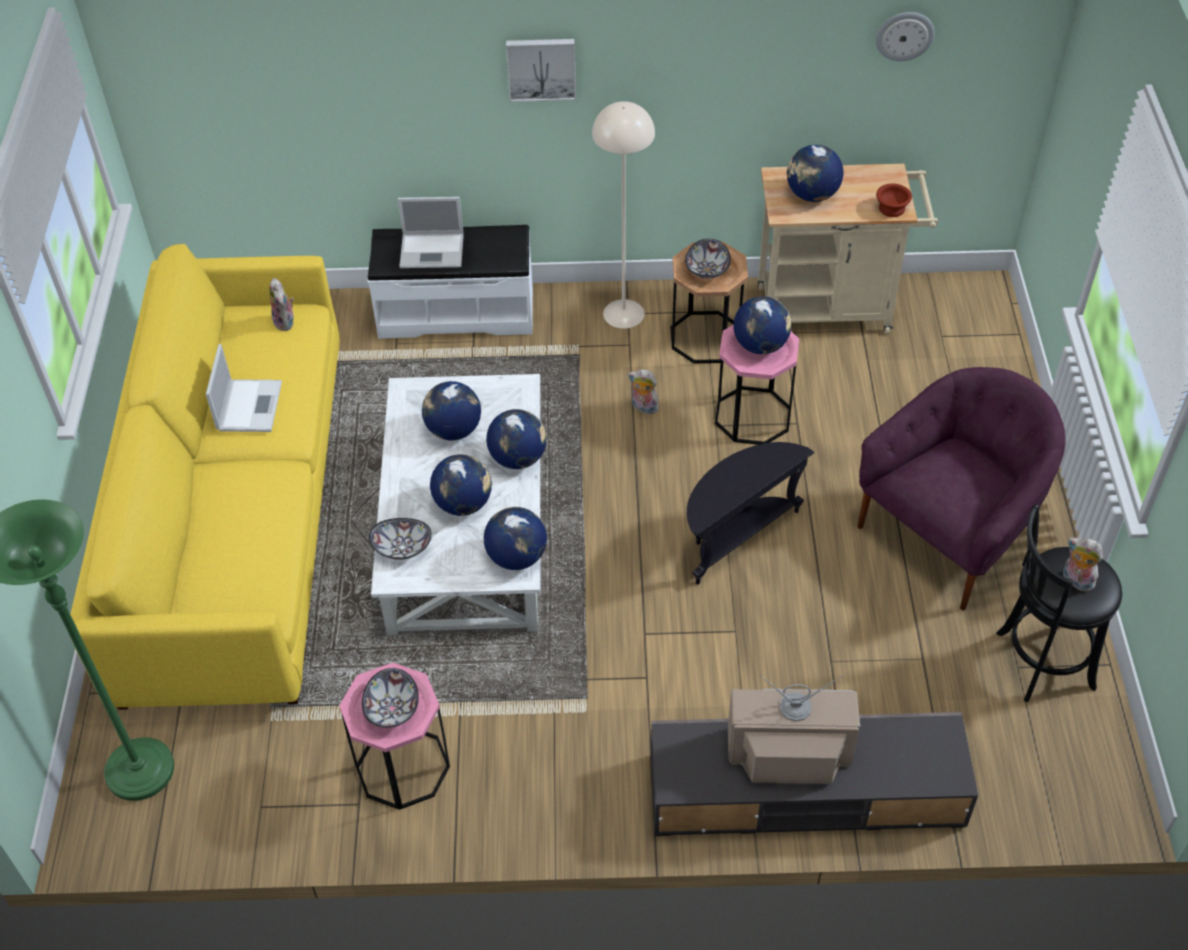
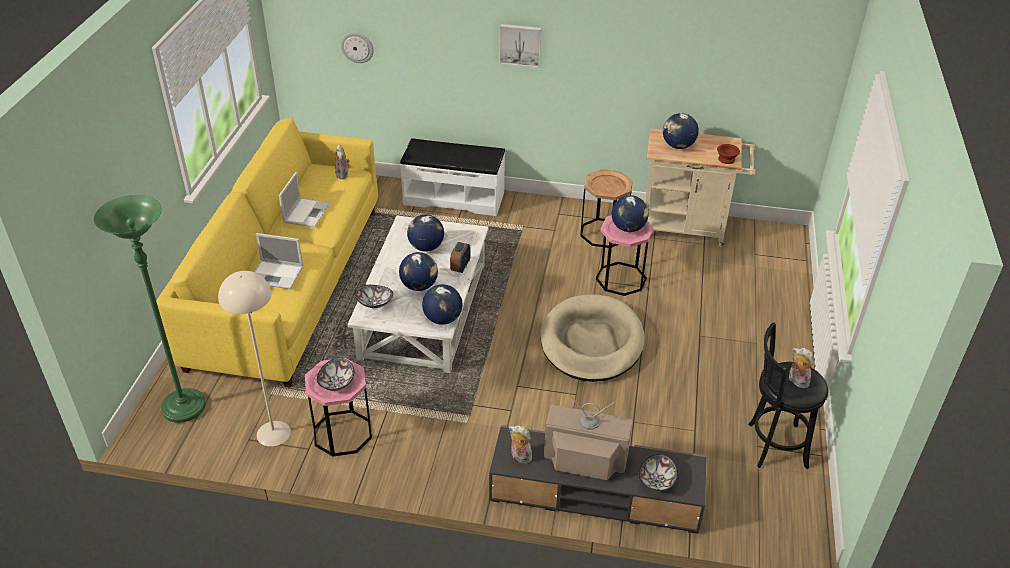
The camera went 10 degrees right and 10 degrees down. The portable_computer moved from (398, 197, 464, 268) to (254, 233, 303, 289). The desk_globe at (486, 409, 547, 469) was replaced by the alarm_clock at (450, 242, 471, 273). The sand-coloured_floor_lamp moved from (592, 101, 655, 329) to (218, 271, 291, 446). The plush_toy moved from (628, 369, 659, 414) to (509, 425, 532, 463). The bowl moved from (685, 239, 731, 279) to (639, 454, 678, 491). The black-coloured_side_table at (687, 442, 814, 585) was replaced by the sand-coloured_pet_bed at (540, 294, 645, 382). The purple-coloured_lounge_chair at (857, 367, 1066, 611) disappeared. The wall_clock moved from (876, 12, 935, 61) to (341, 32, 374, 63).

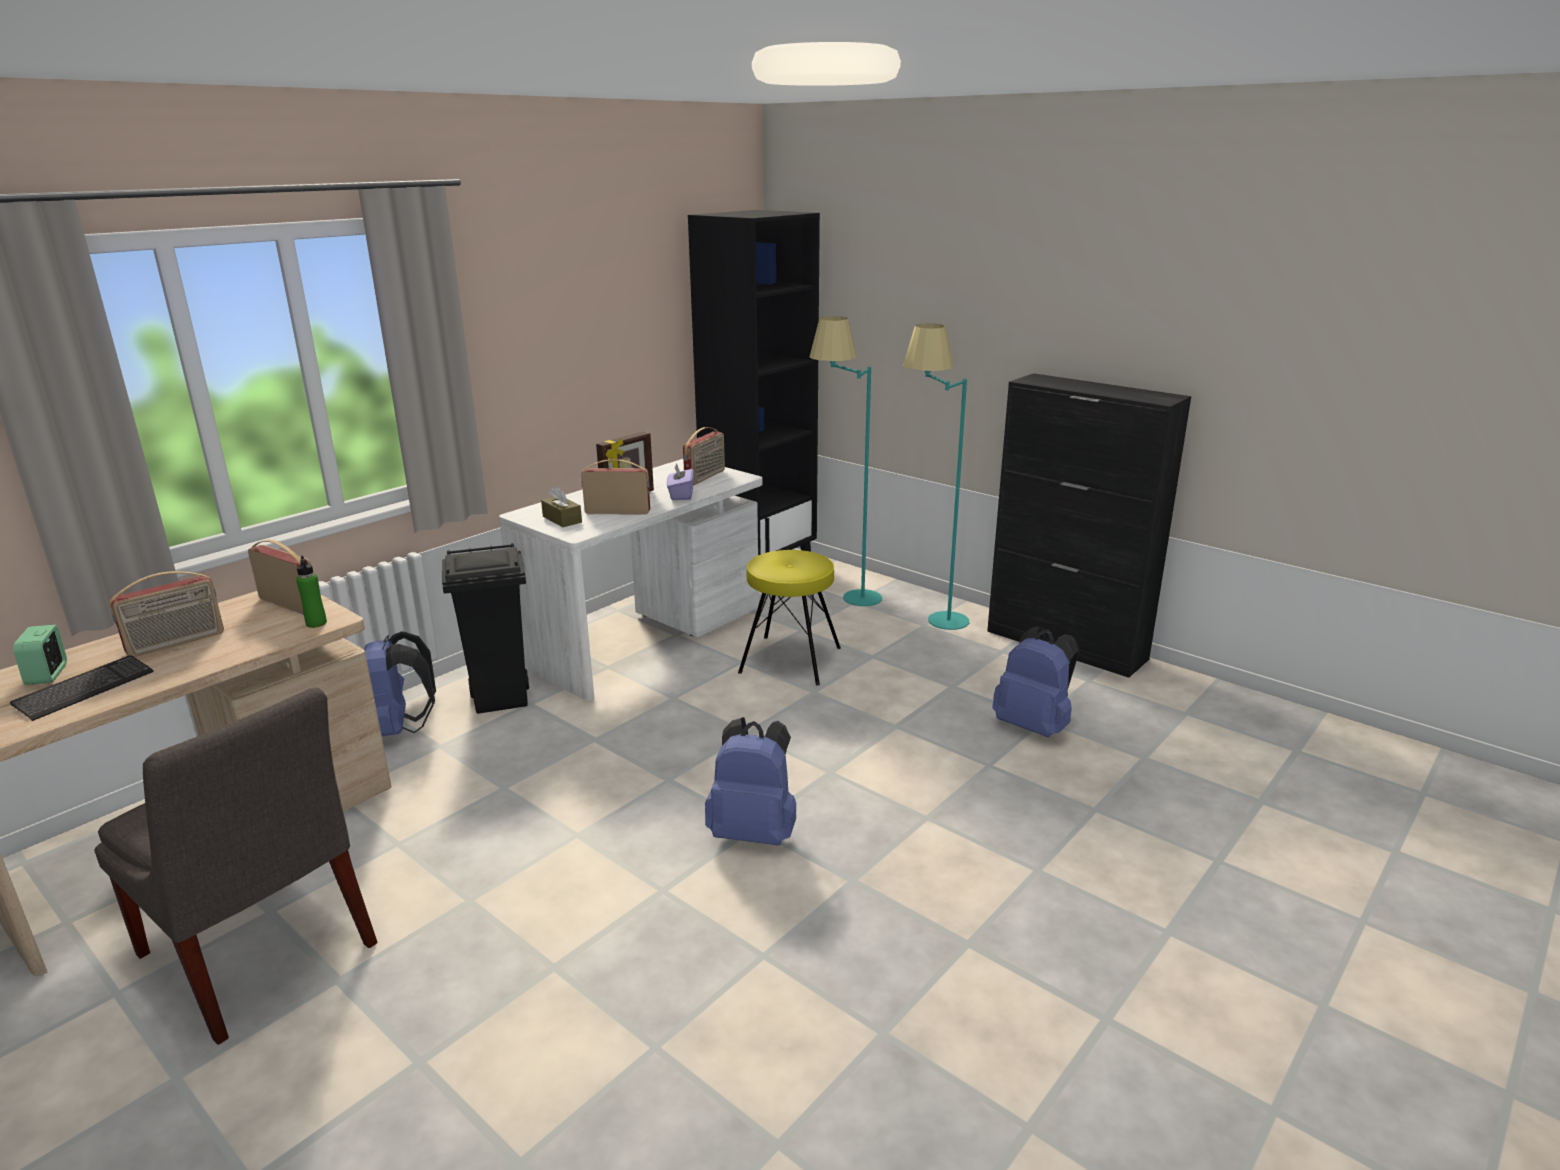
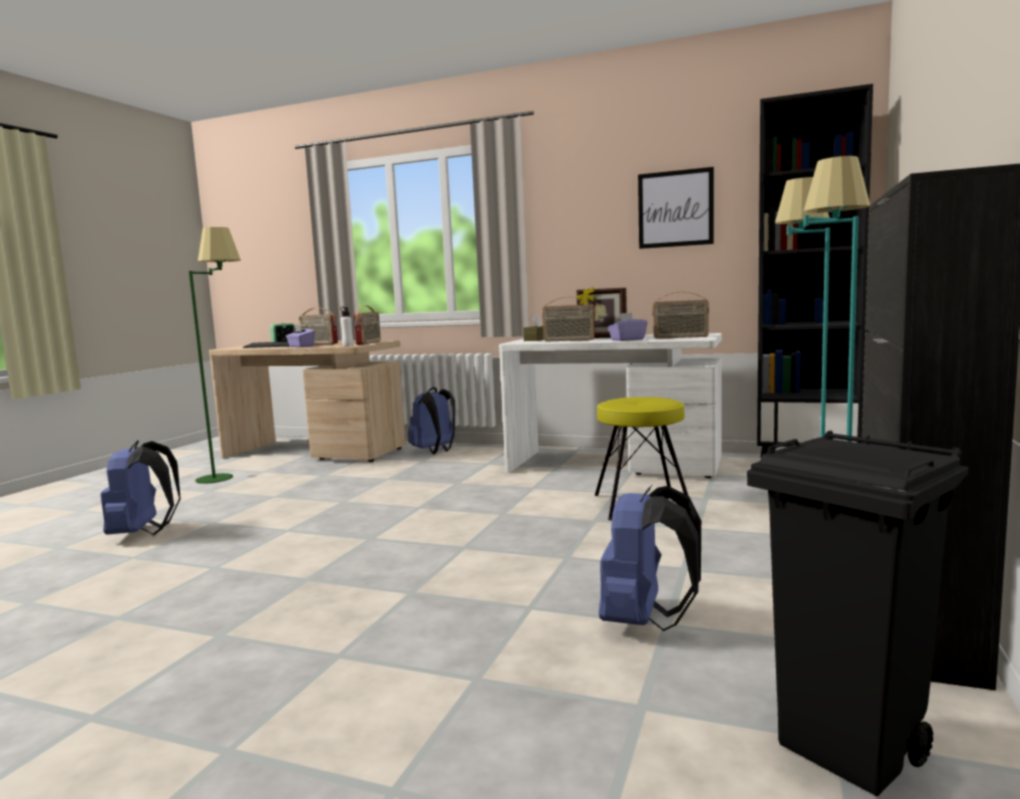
The camera went 70 degrees right and 15 degrees down. The gray_plain_chair at (94, 688, 377, 1045) was replaced by the greenish_floor_lamp at (189, 227, 241, 484). The greenish_bottle at (296, 556, 327, 628) became the white_bottle at (340, 307, 353, 346). The black-coloured_rubbish_bin moved from (442, 543, 529, 714) to (747, 431, 968, 796). The radio at (581, 459, 650, 515) turned 120 degrees clockwise. The blue-coloured_knapsack moved from (705, 717, 796, 846) to (100, 441, 181, 535). The purple-coloured_box_of_tissues at (286, 324, 315, 347) appeared. The wall_art at (638, 167, 714, 249) appeared.

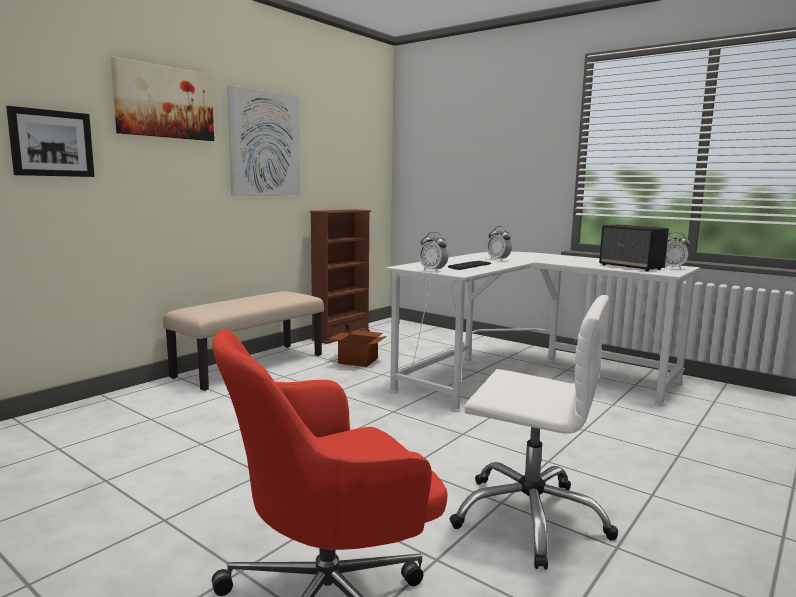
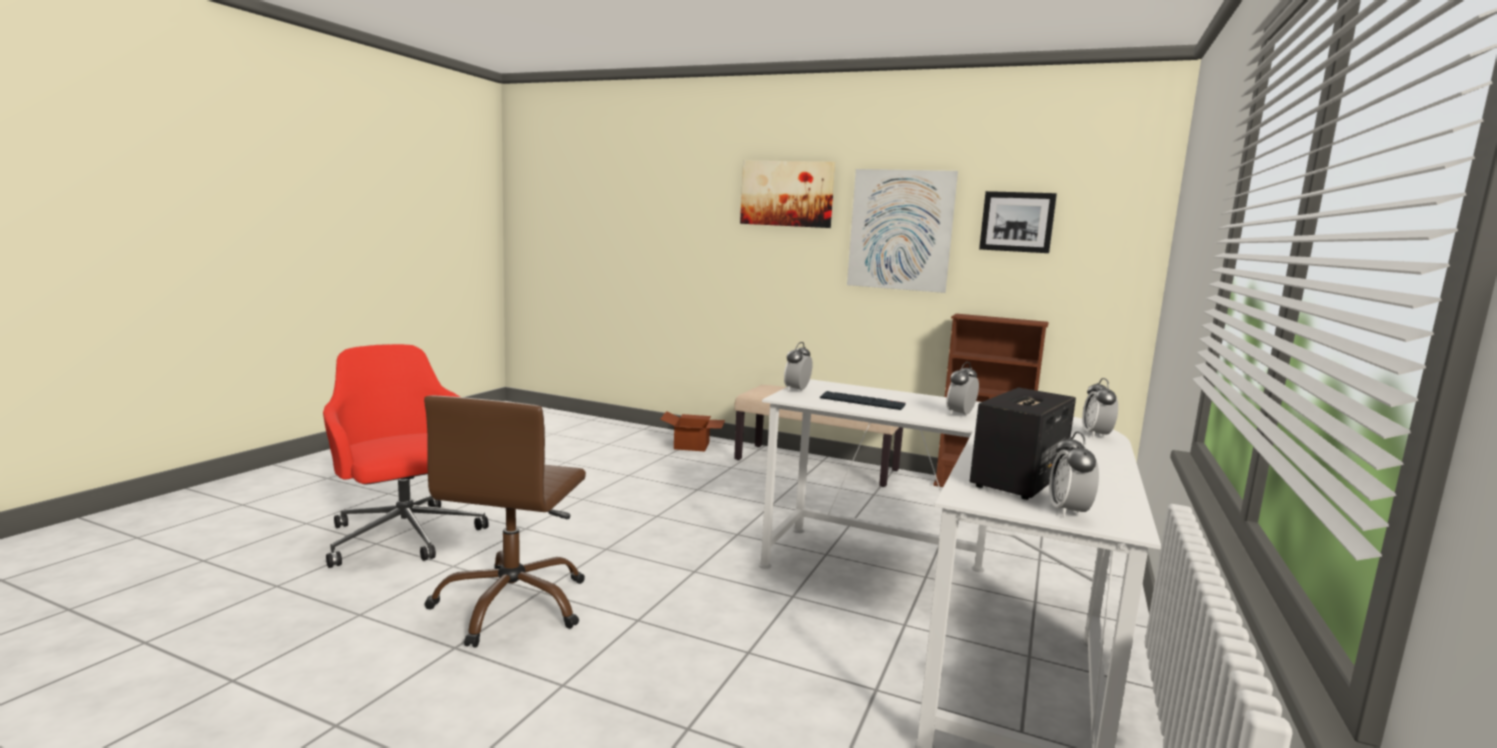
The camera went 75 degrees right and 0 degrees up. The wall_art moved from (6, 106, 95, 177) to (979, 191, 1057, 253). The carton moved from (330, 330, 387, 367) to (661, 411, 725, 452). The white_office_chair at (450, 295, 618, 570) became the brownish_office_chair at (424, 395, 586, 648). The alarm_clock at (1082, 378, 1118, 438) appeared.

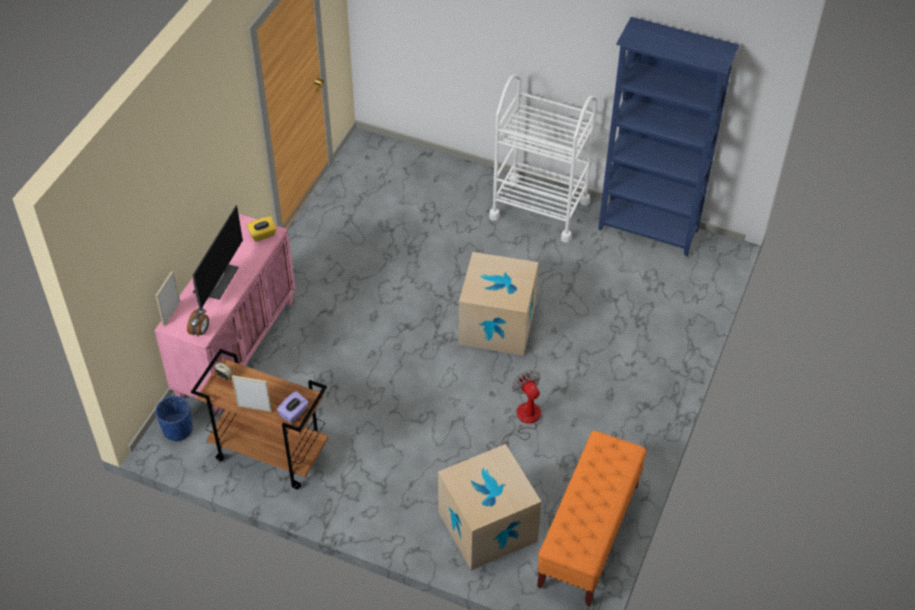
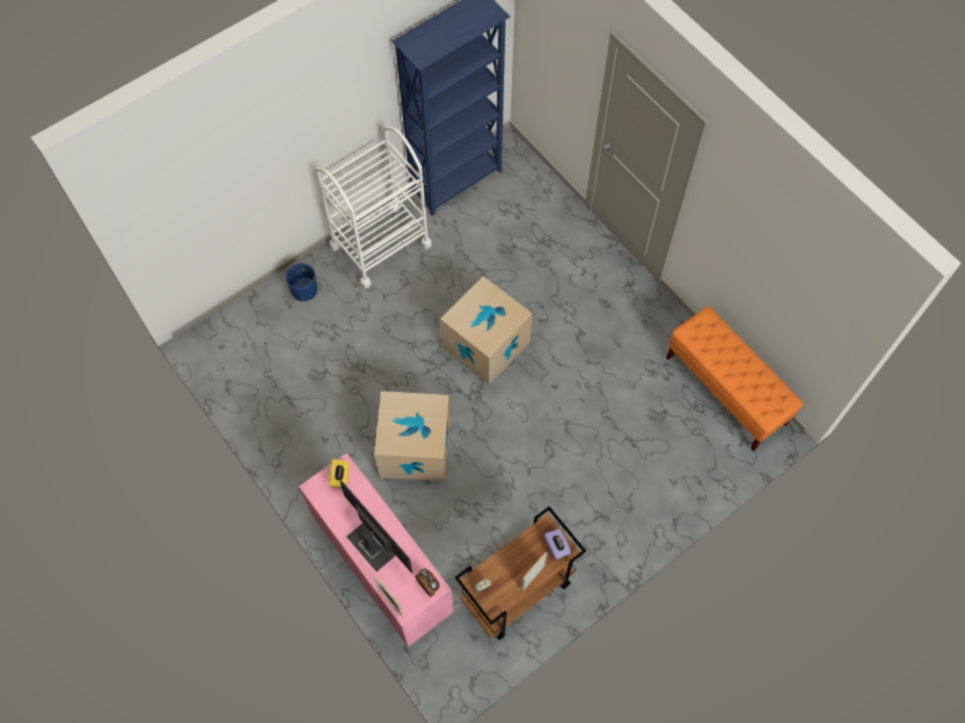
The camera went 60 degrees left and 15 degrees up. The blue-coloured_planter moved from (155, 396, 193, 442) to (286, 263, 317, 301). The carton moved from (438, 444, 541, 570) to (374, 391, 450, 482). The electric_fan at (501, 370, 541, 447) disappeared.

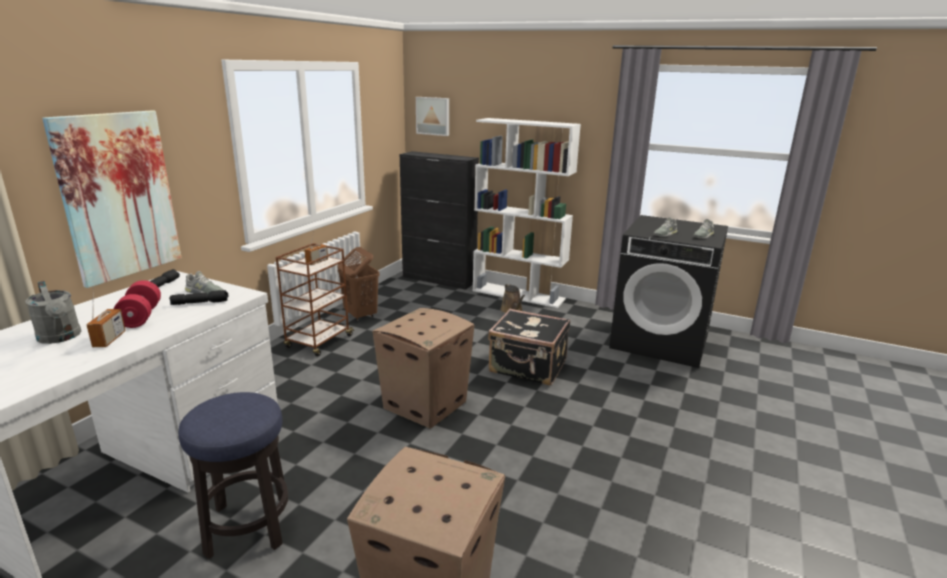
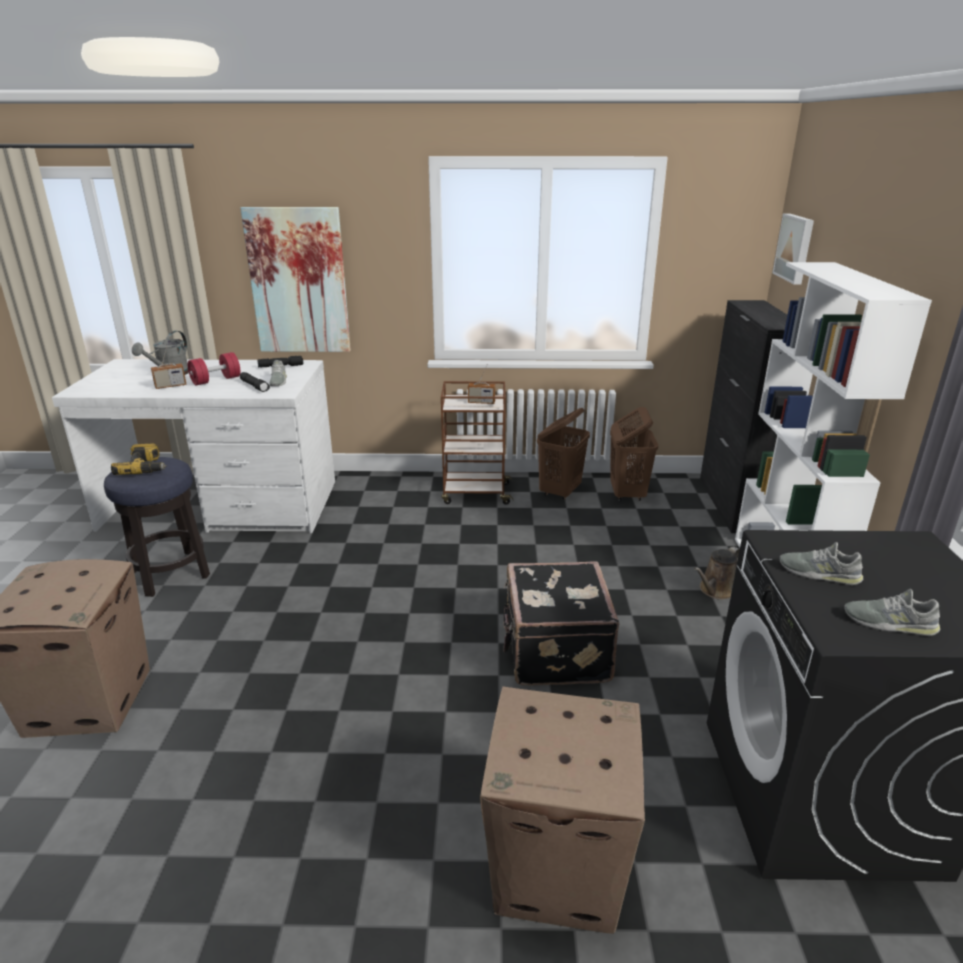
The camera went 65 degrees right and 5 degrees up. The carton moved from (372, 308, 474, 429) to (480, 686, 645, 934). The electric_drill at (111, 444, 167, 475) appeared. The brownish_washing_basket at (610, 407, 658, 501) appeared.

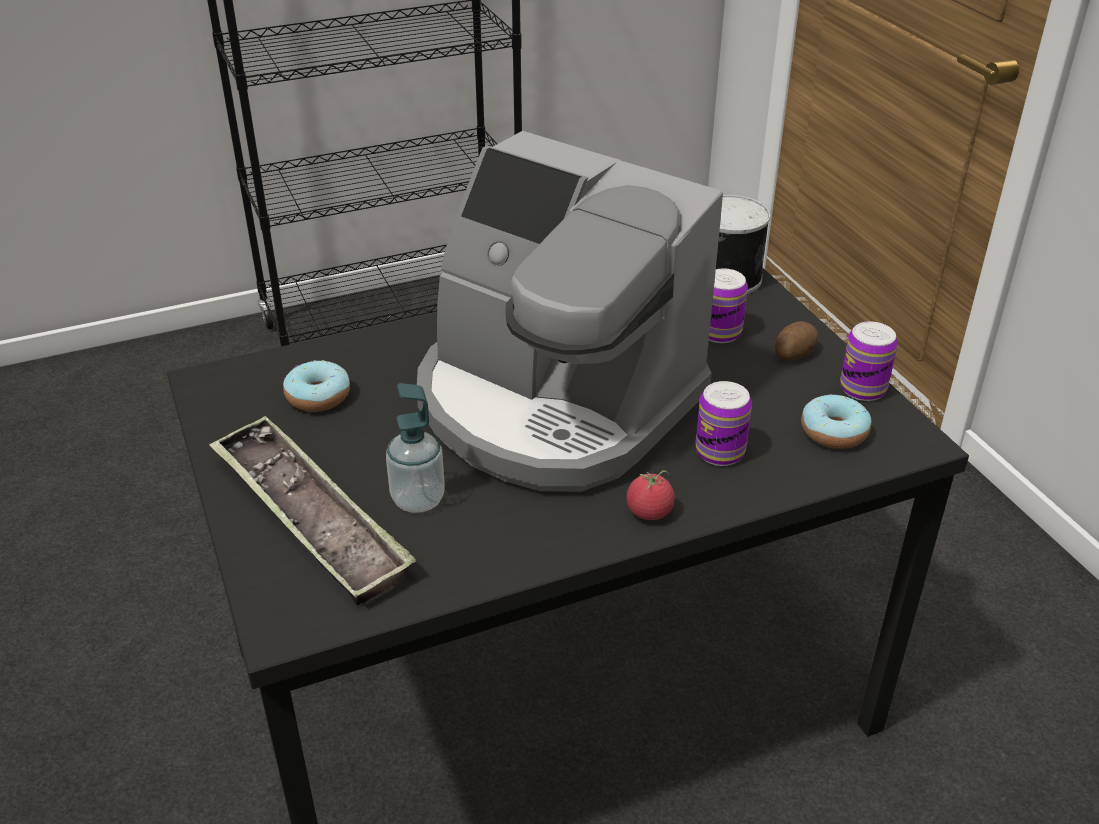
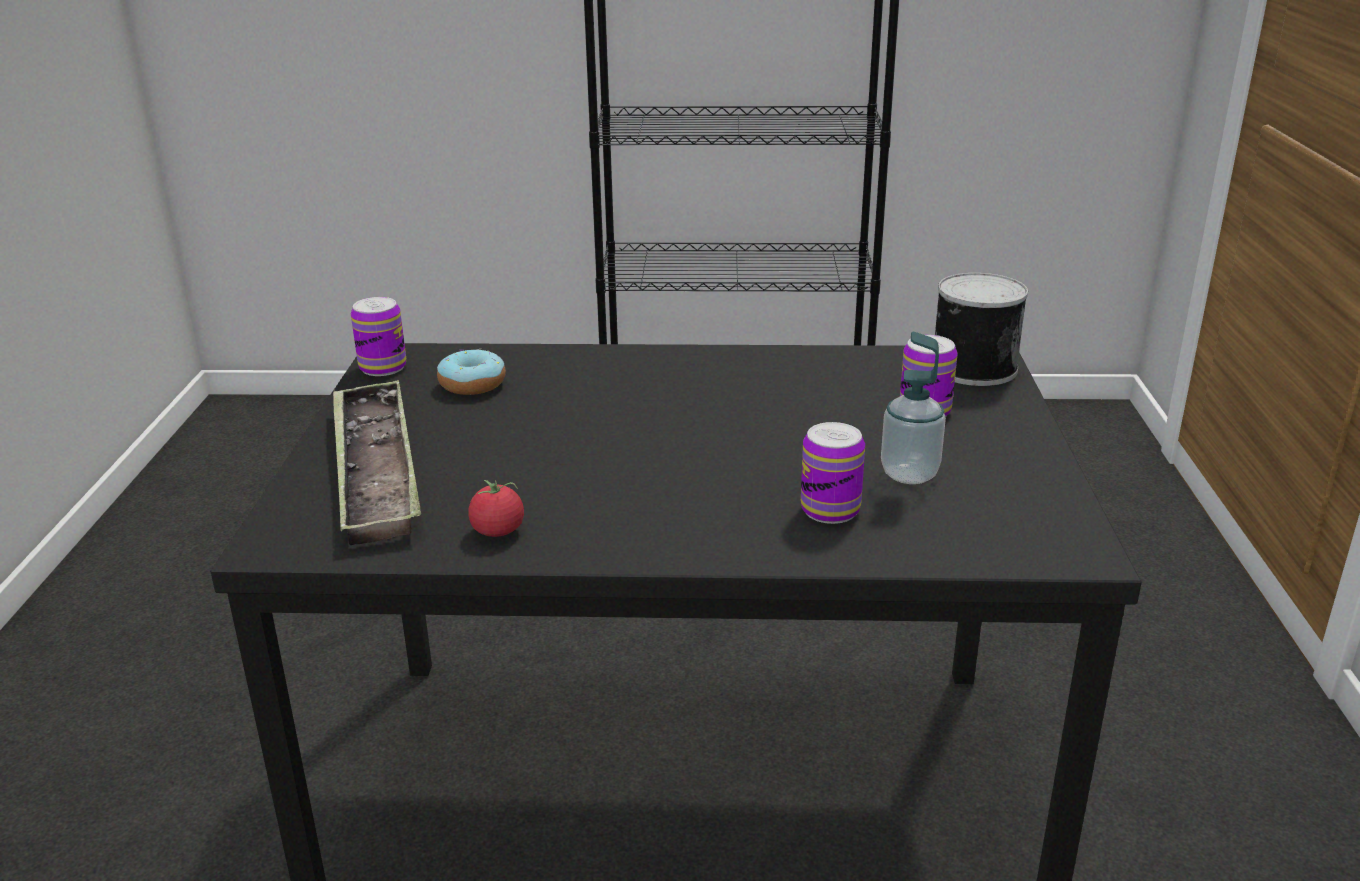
The camera went 25 degrees right and 10 degrees down. The soap_bottle moved from (386, 383, 445, 513) to (881, 332, 946, 484). The coffee_machine at (417, 131, 723, 492) disappeared. The whole_tomato moved from (626, 470, 675, 520) to (469, 480, 524, 537). The whole_potato at (775, 321, 818, 360) disappeared. The ring_doughnut at (801, 394, 871, 449) disappeared. The can moved from (840, 321, 898, 401) to (351, 297, 406, 376).

